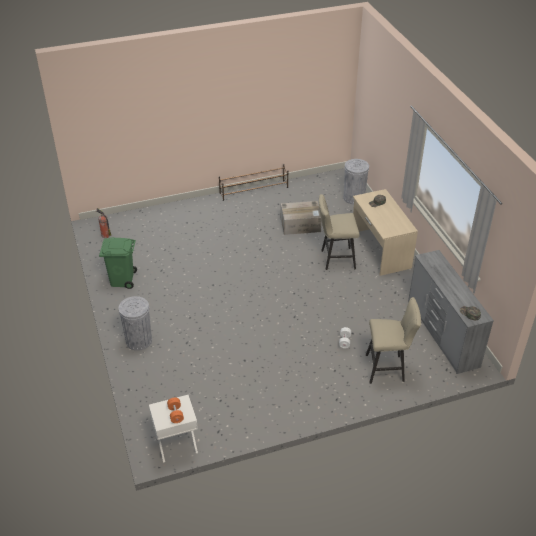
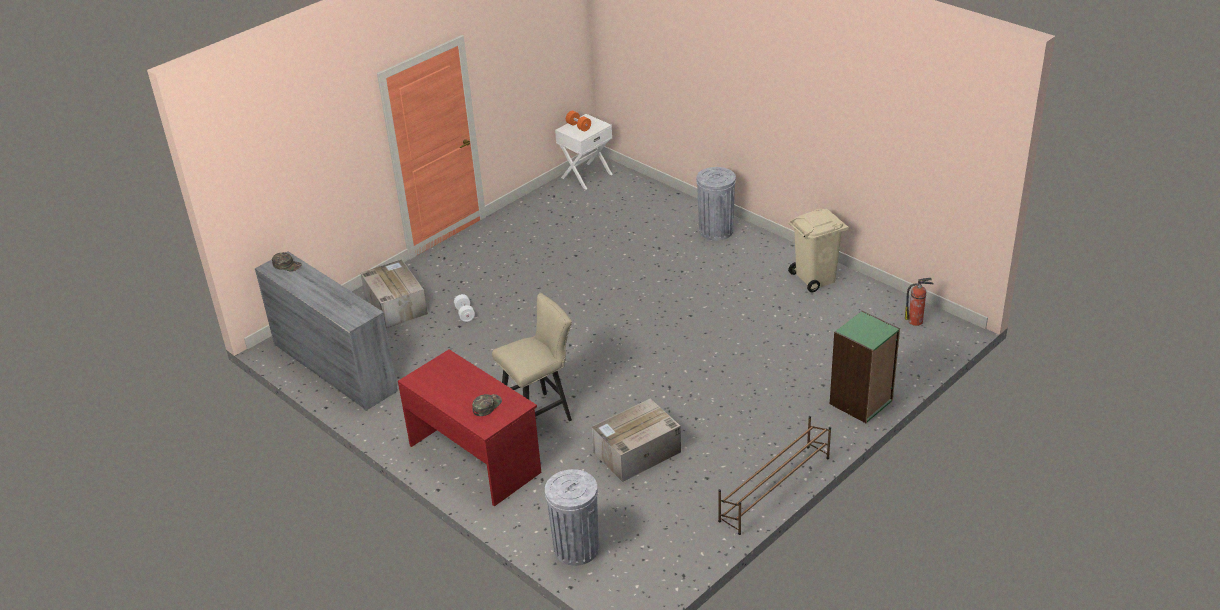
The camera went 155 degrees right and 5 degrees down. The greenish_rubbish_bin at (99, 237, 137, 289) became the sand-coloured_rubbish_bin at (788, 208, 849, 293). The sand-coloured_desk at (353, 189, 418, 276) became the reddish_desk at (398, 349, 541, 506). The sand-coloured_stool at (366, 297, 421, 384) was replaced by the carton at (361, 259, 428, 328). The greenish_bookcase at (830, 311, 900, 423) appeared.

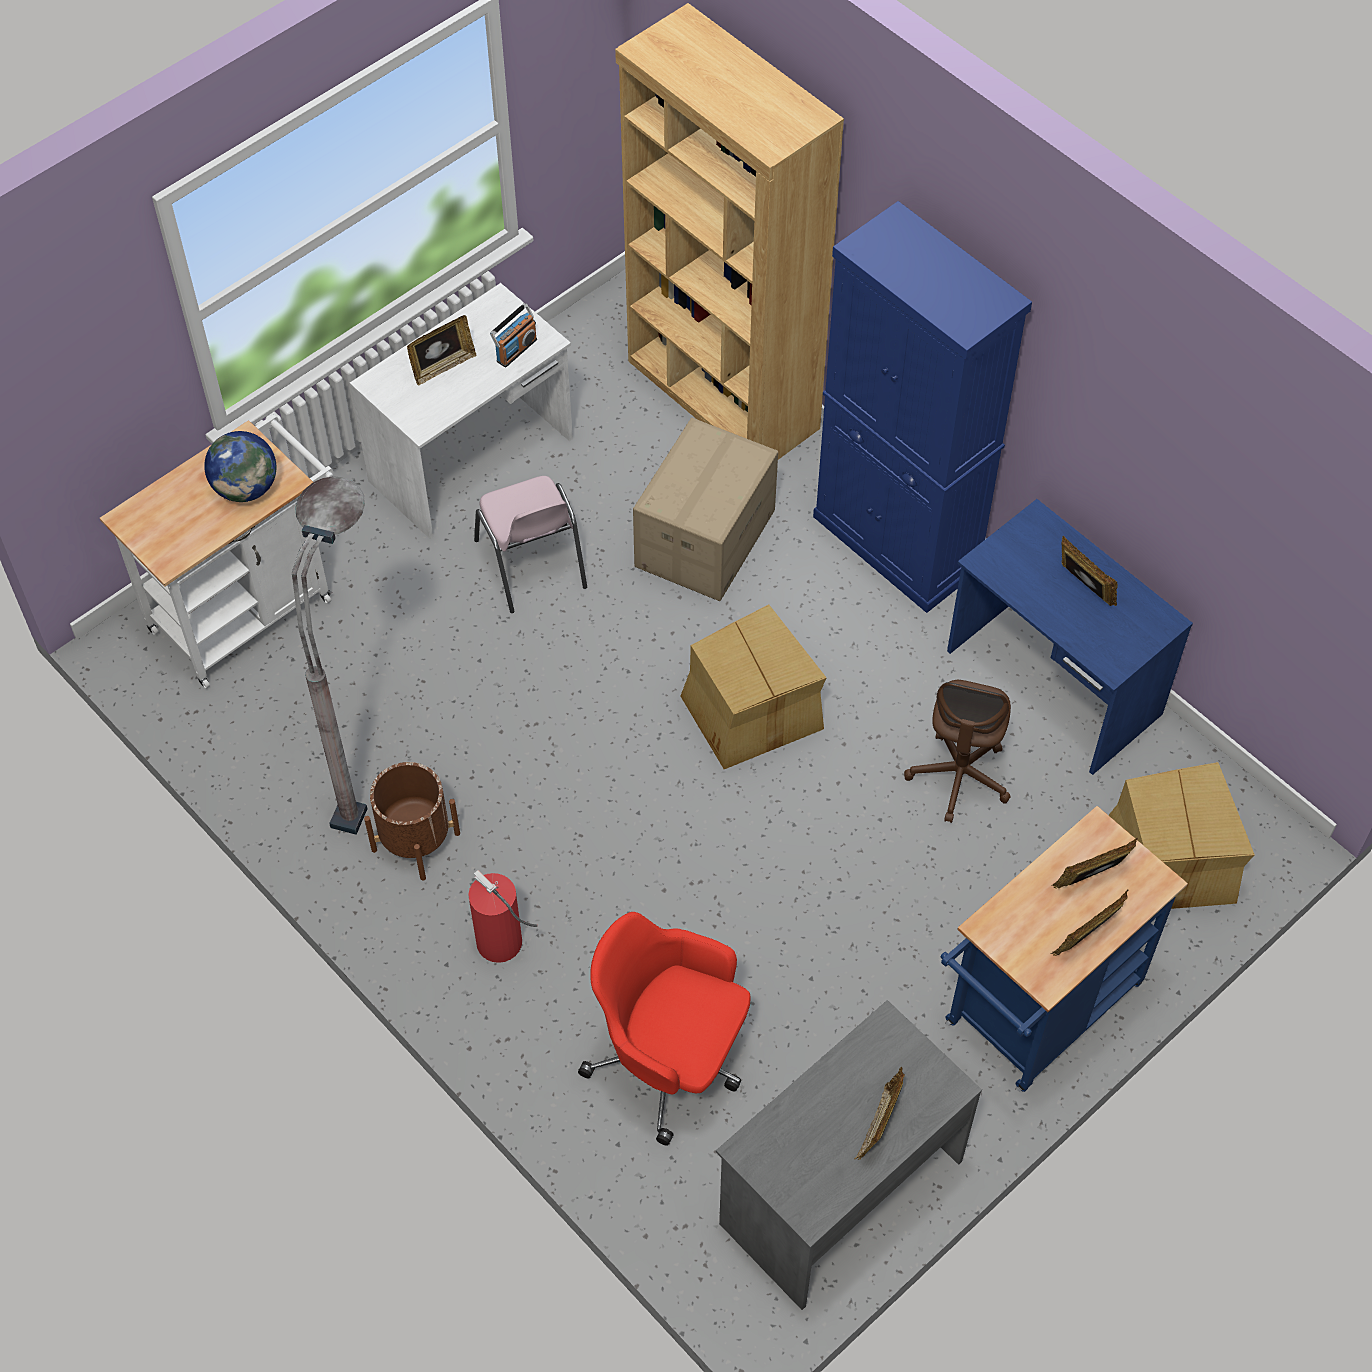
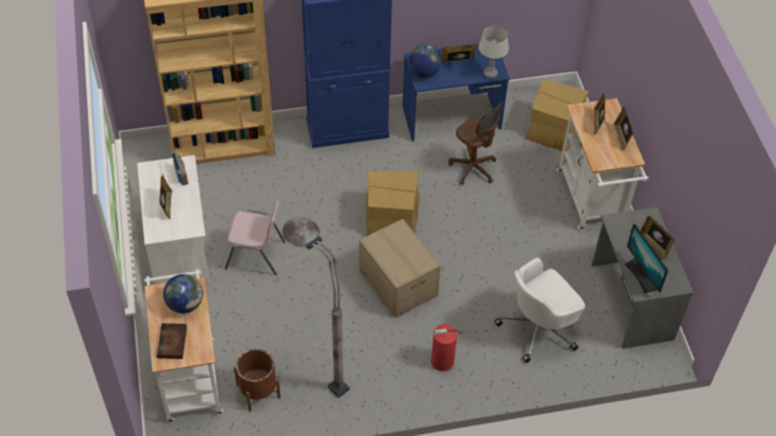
The camera went 60 degrees left and 5 degrees down. The brownish_planter moved from (364, 762, 460, 880) to (234, 349, 281, 411). The reddish_office_chair at (578, 912, 751, 1146) became the white_office_chair at (494, 258, 585, 363). The carton moved from (633, 418, 778, 601) to (359, 219, 441, 318). The blue-coloured_trolley at (941, 806, 1188, 1092) became the white_trolley at (556, 98, 648, 230). The book at (157, 323, 187, 359) appeared. The desk_globe at (409, 44, 442, 77) appeared. The gray_tabletop_lamp at (479, 26, 509, 78) appeared. The computer_display at (625, 224, 668, 293) appeared.

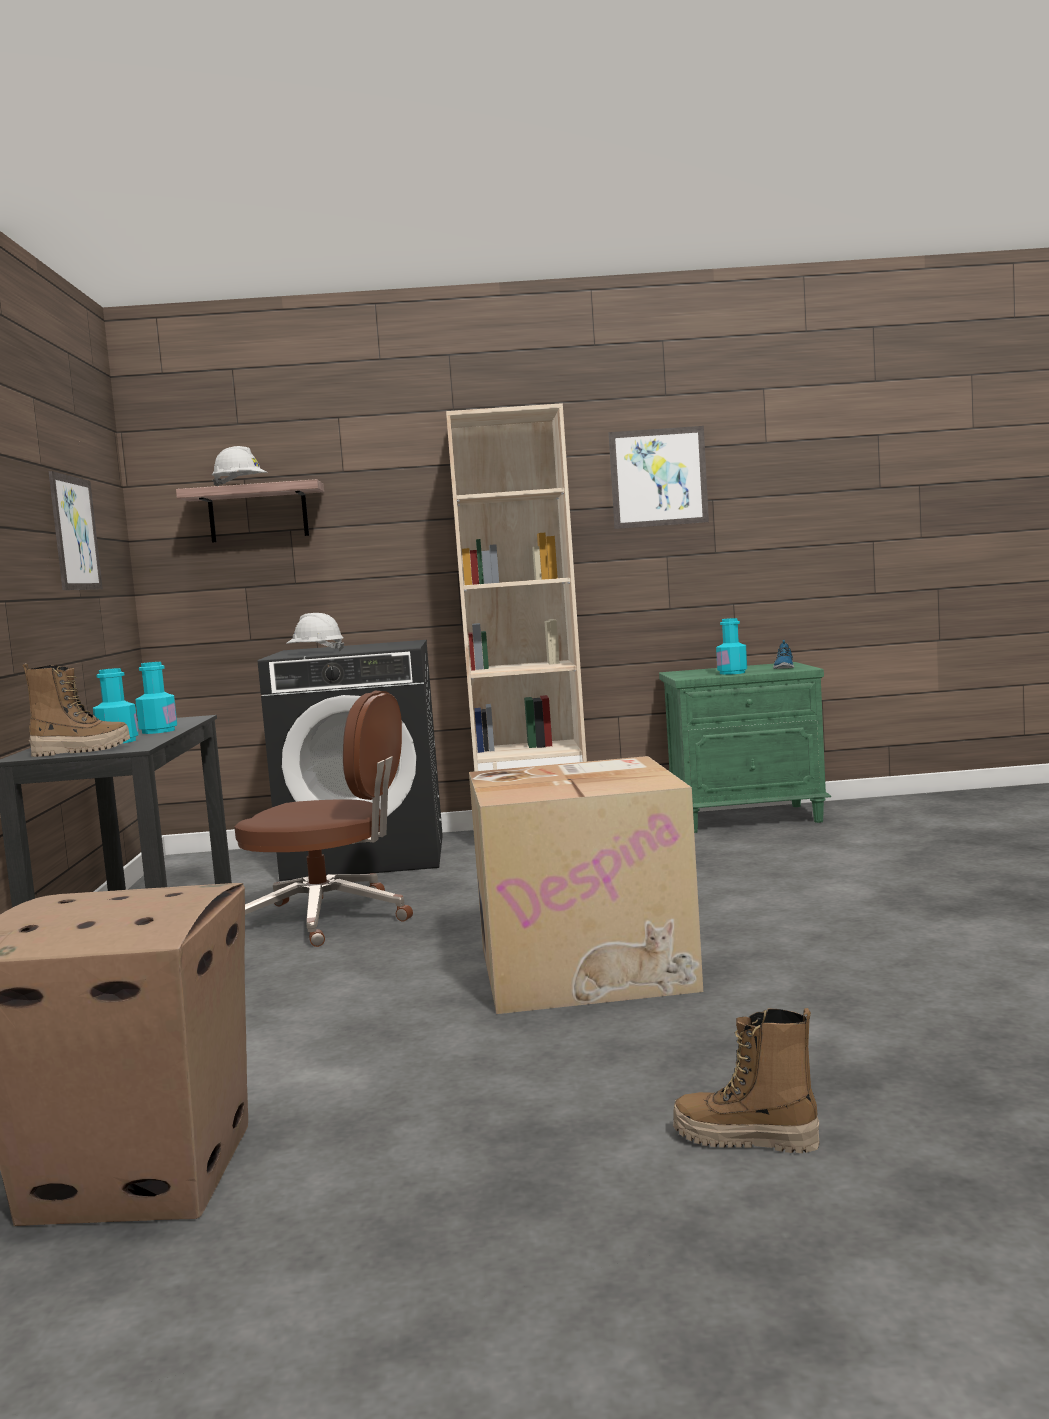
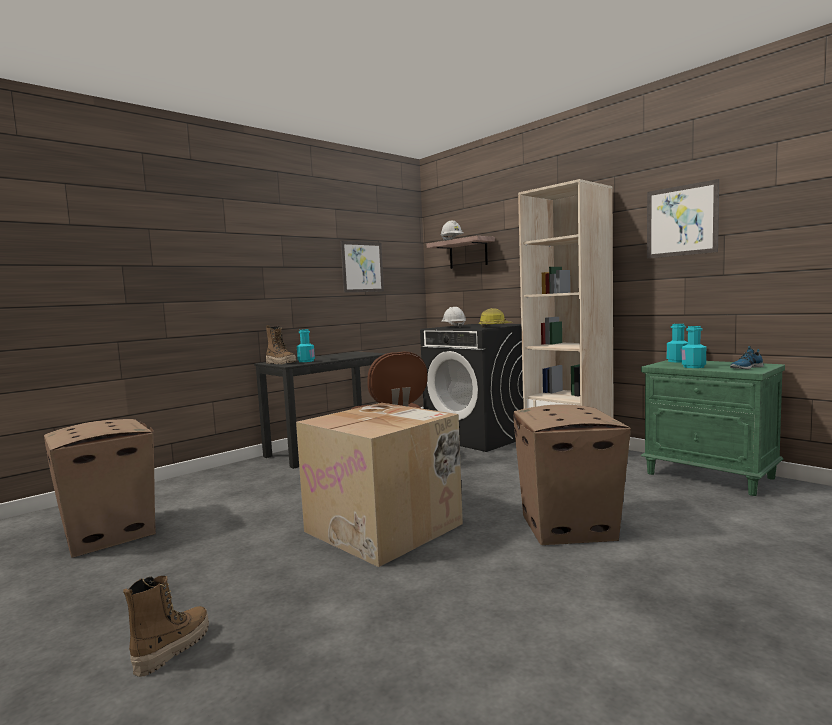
The camera went 50 degrees right and 0 degrees up. The blue-green_bottle moved from (135, 662, 177, 734) to (667, 324, 688, 362). The boot at (673, 1008, 820, 1153) turned 45 degrees clockwise. The hard_hat at (479, 308, 512, 328) appeared. The carton at (513, 404, 631, 545) appeared.

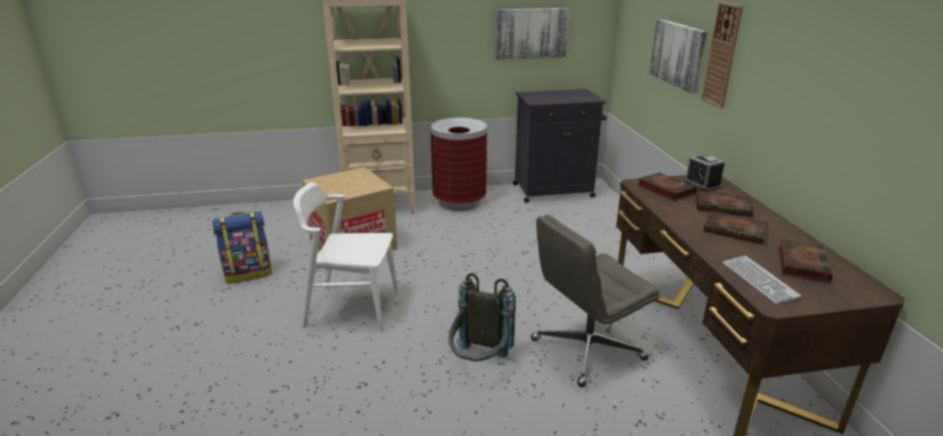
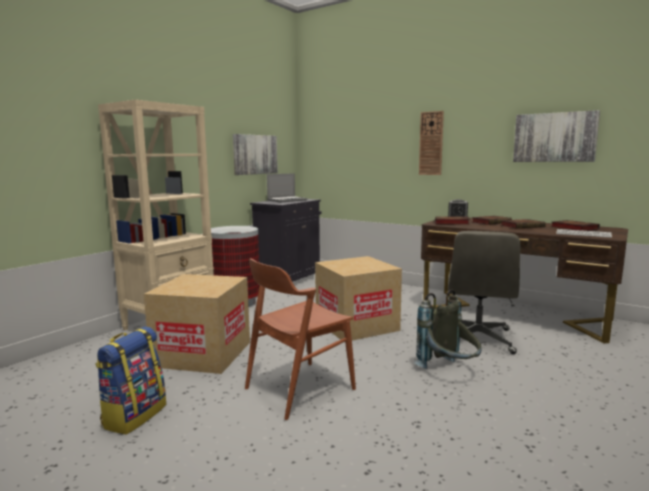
The camera went 45 degrees left and 15 degrees down. The white_plain_chair at (293, 182, 398, 332) became the brownish_plain_chair at (245, 258, 356, 420). The wall_art moved from (649, 19, 707, 94) to (513, 110, 600, 162). The portable_computer at (267, 173, 308, 203) appeared. The carton at (315, 256, 402, 341) appeared.

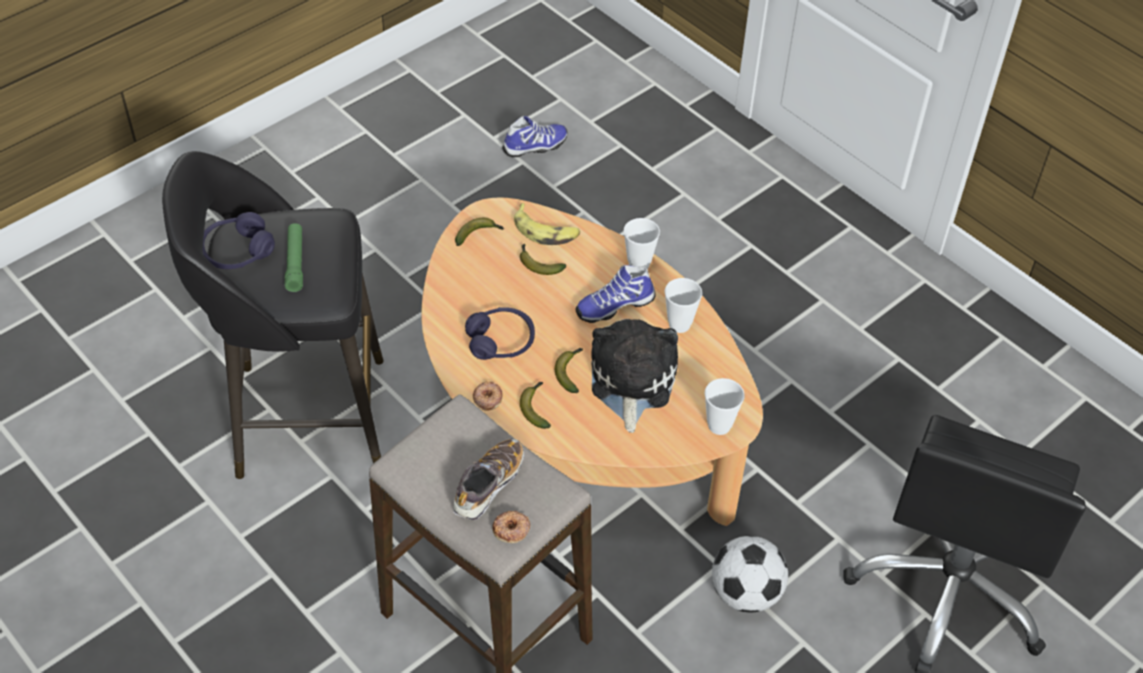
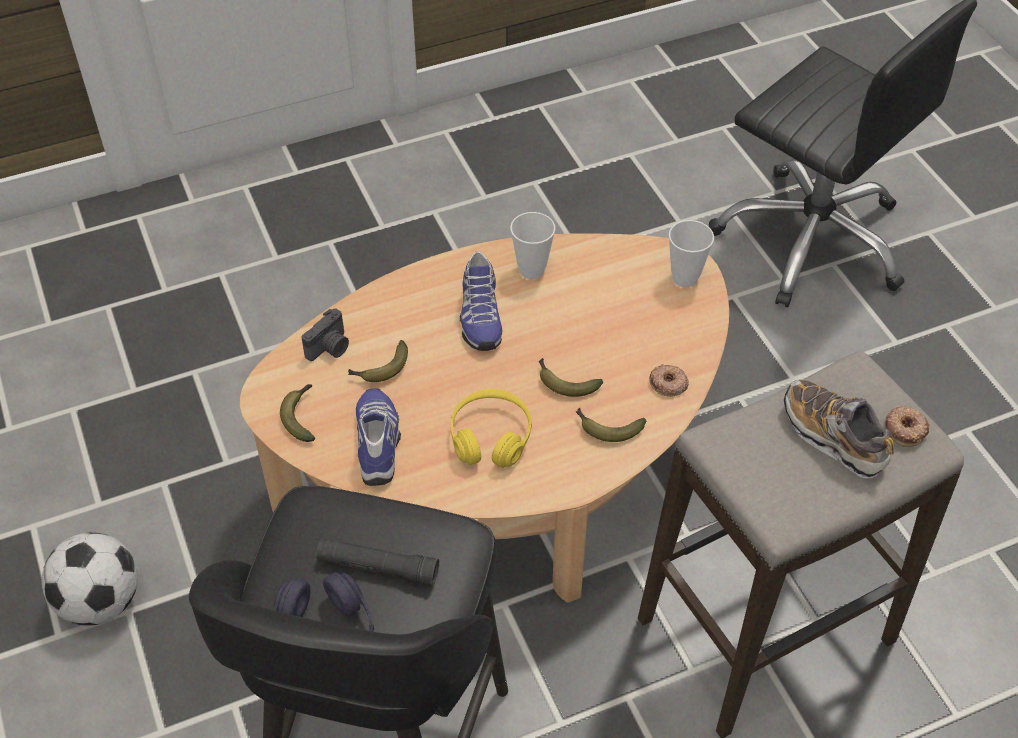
The camera went 70 degrees left and 0 degrees up. The greenish_torch at (285, 223, 303, 292) became the black-coloured_torch at (316, 538, 439, 586). The purple-coloured_headset at (465, 307, 535, 360) became the yellowish_headset at (451, 389, 532, 468). The ring_doughnut moved from (473, 381, 503, 411) to (649, 364, 689, 397). The shoe moved from (502, 116, 567, 157) to (356, 388, 401, 486). The banana at (514, 203, 580, 245) was replaced by the still_camera at (301, 309, 349, 361). The plush_toy at (591, 319, 678, 433) disappeared. The drinking_cup at (623, 218, 660, 269) disappeared. The ball_for_football moved from (712, 536, 788, 613) to (42, 532, 138, 626).

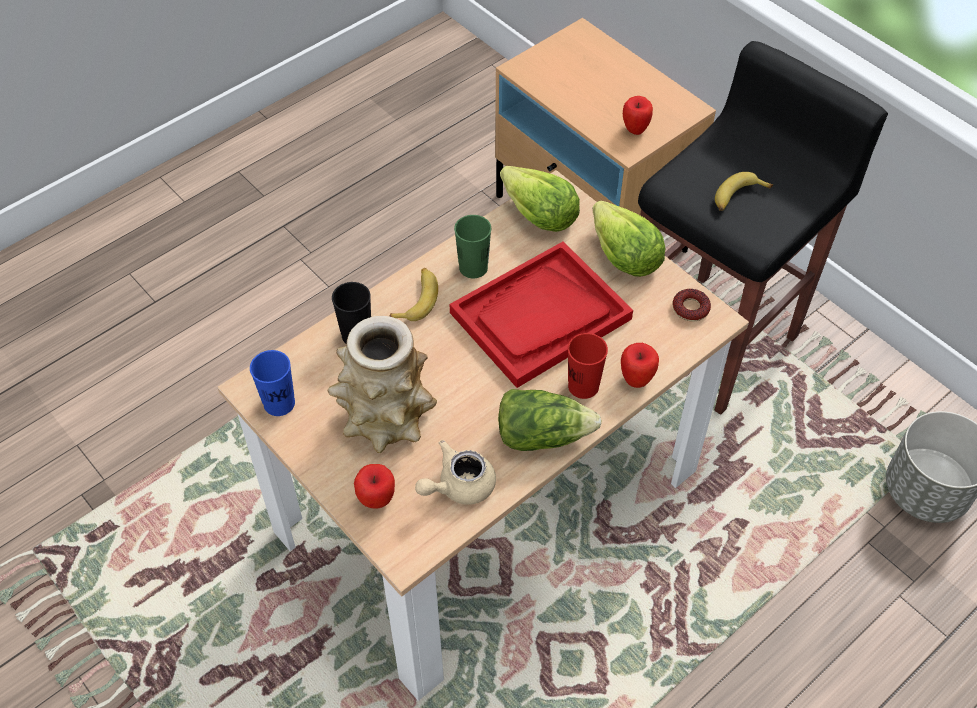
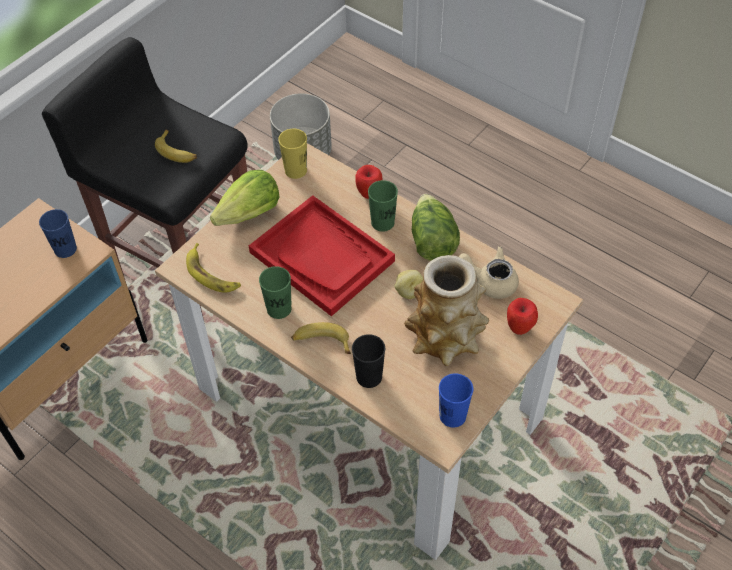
The camera went 100 degrees left and 0 degrees up. The sand-coloured_tea_pot at (415, 440, 496, 505) turned 150 degrees clockwise. The lettuce_head at (500, 166, 580, 232) was replaced by the banana at (186, 243, 241, 293). The reddish_drinking_cup at (568, 333, 608, 399) became the greenish_drinking_cup at (368, 180, 398, 232). The whole_apple at (623, 96, 653, 135) was replaced by the blue-coloured_drinking_cup at (39, 209, 77, 258). The ring_doughnut at (673, 289, 711, 322) was replaced by the yellowish_drinking_cup at (278, 129, 307, 179). The whole_potato at (394, 270, 423, 299) appeared.

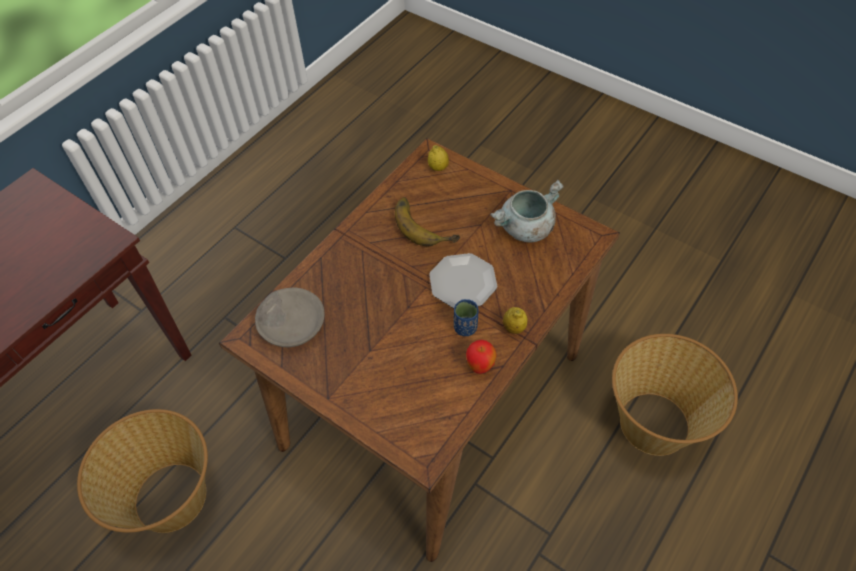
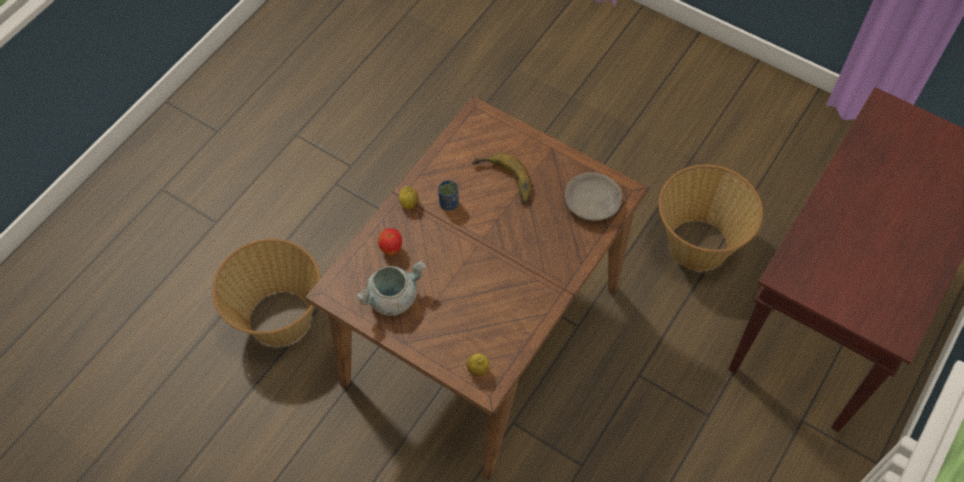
The camera went 175 degrees right and 5 degrees up. The banana moved from (395, 197, 460, 246) to (472, 153, 532, 205). The dinner_plate at (429, 253, 497, 308) disappeared. The whole_apple moved from (466, 340, 497, 374) to (378, 228, 402, 255).

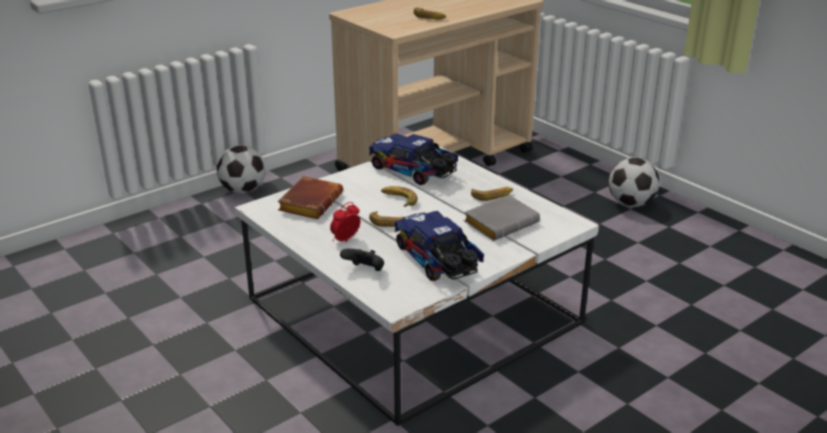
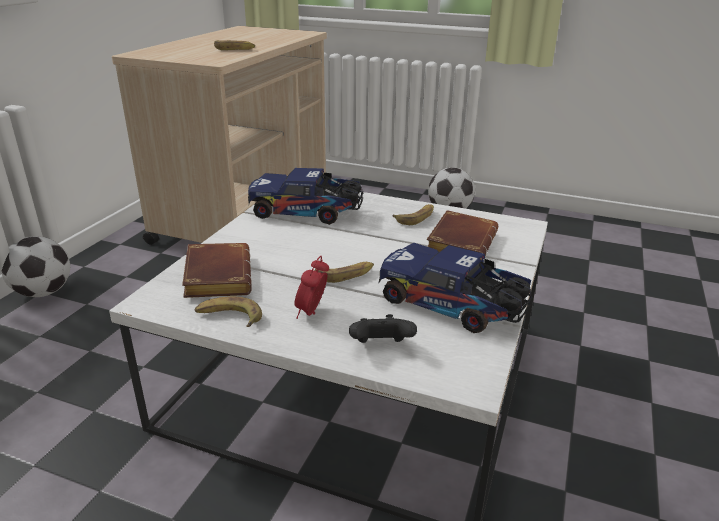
The camera went 30 degrees left and 0 degrees up. The banana moved from (381, 186, 418, 207) to (195, 296, 262, 327). The gray_book at (464, 195, 540, 241) became the brownish_book at (427, 210, 498, 256).

